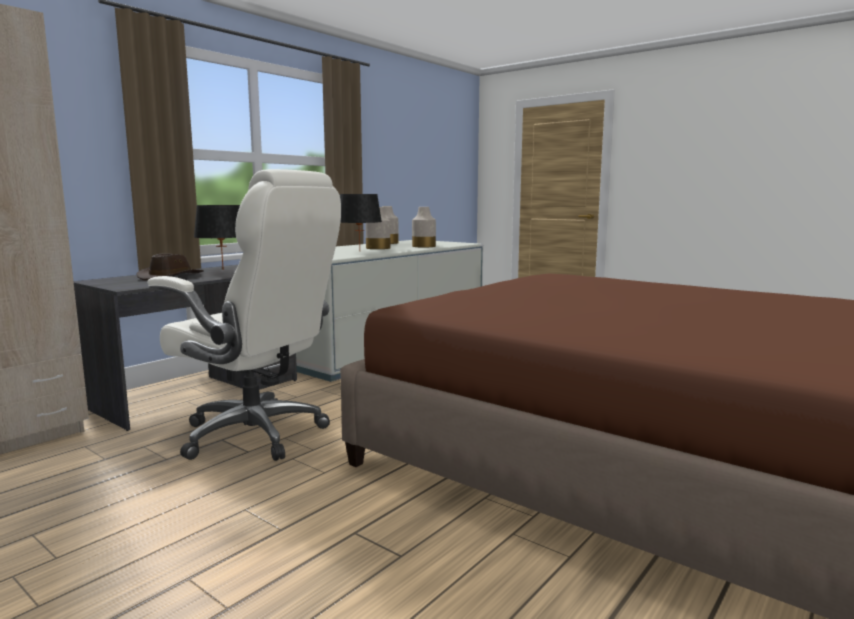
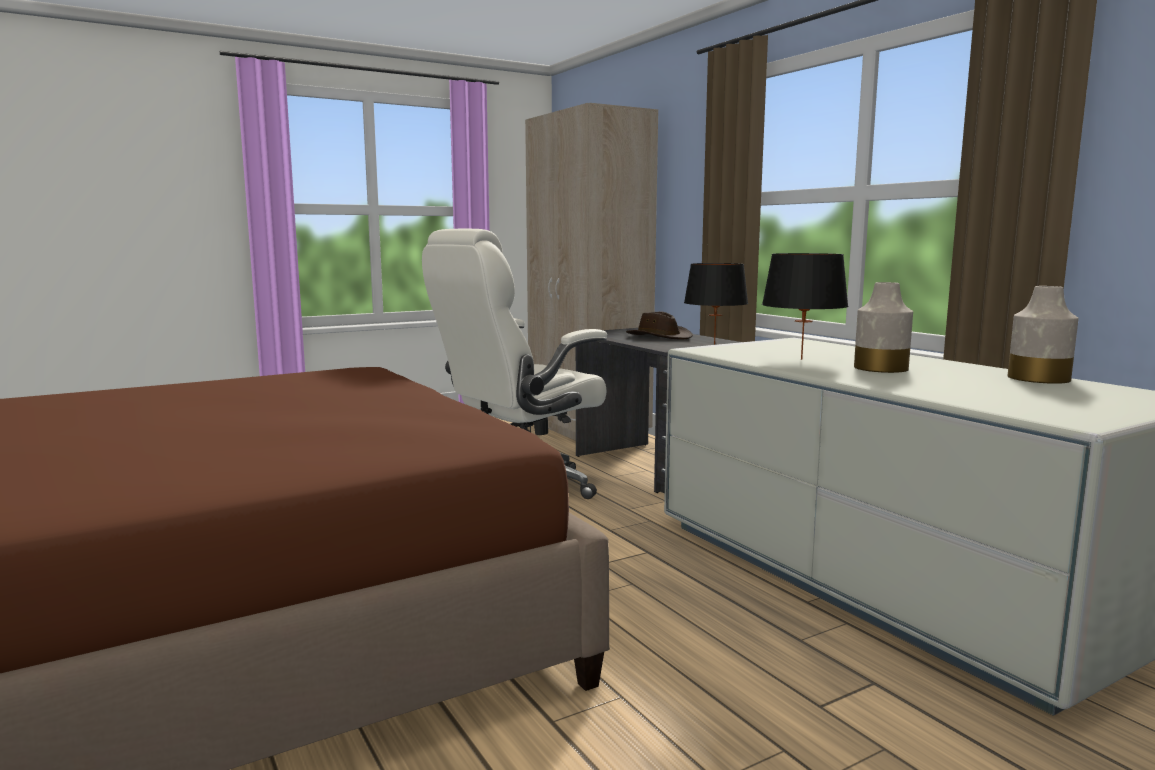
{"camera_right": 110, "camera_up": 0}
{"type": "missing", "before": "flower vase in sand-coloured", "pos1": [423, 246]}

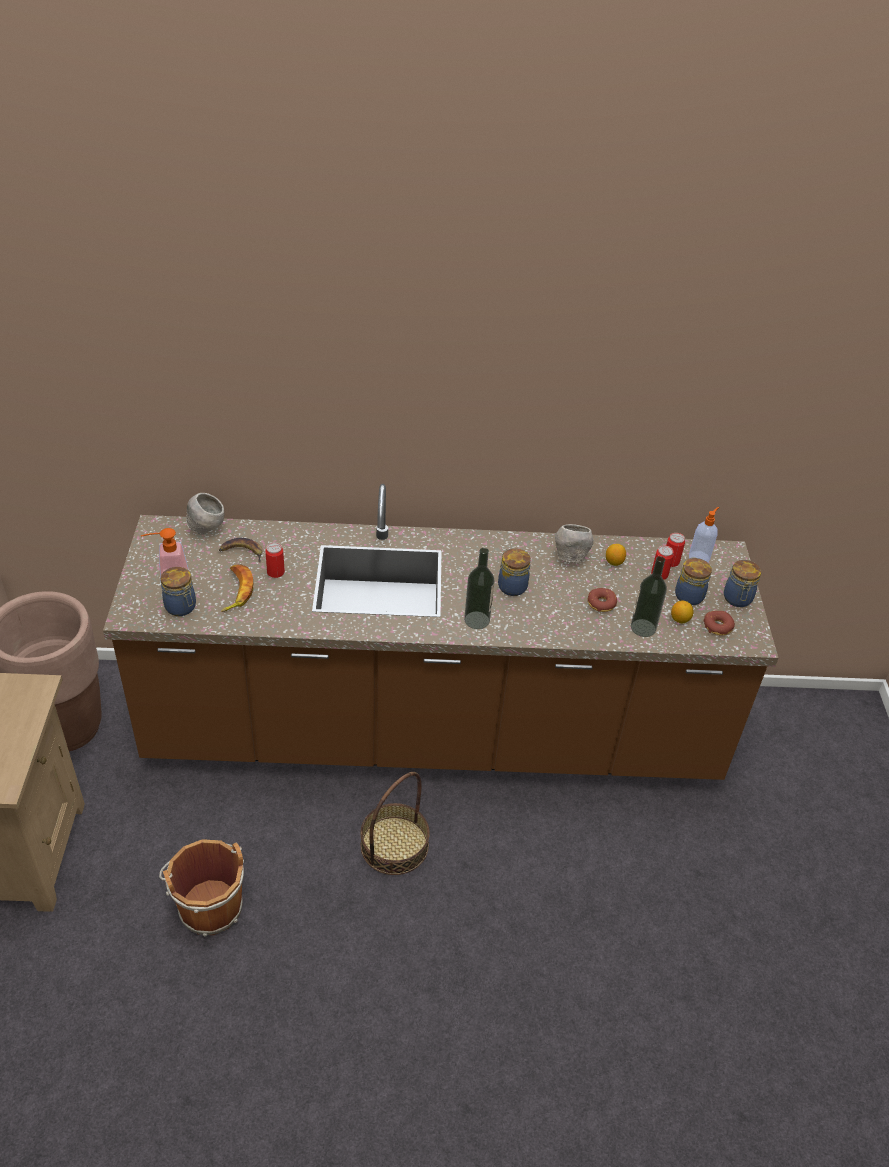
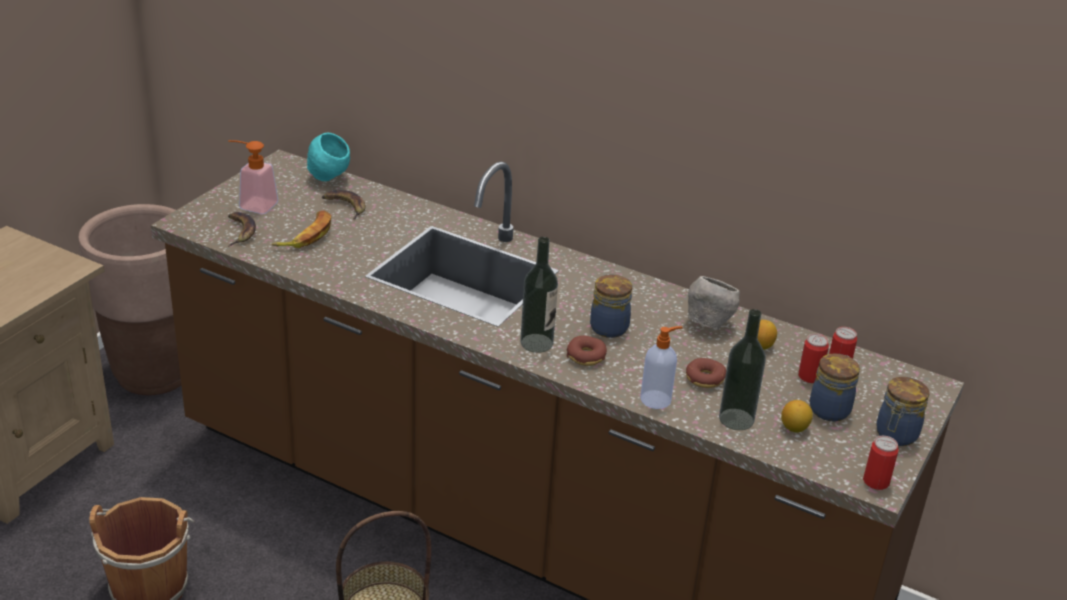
{"camera_right": 30, "camera_up": -10}
{"type": "exchanged", "before": "storage jar", "after": "banana fruit", "pos1": [181, 607], "pos2": [240, 231]}
{"type": "colour", "before": "bowl in greyish", "after": "bowl in turquoise", "pos1": [206, 529], "pos2": [329, 179]}
{"type": "relocated", "before": "sealed can", "pos1": [275, 572], "pos2": [876, 481]}
{"type": "relocated", "before": "soap bottle", "pos1": [699, 557], "pos2": [656, 399]}
{"type": "relocated", "before": "doughnut", "pos1": [717, 626], "pos2": [586, 356]}

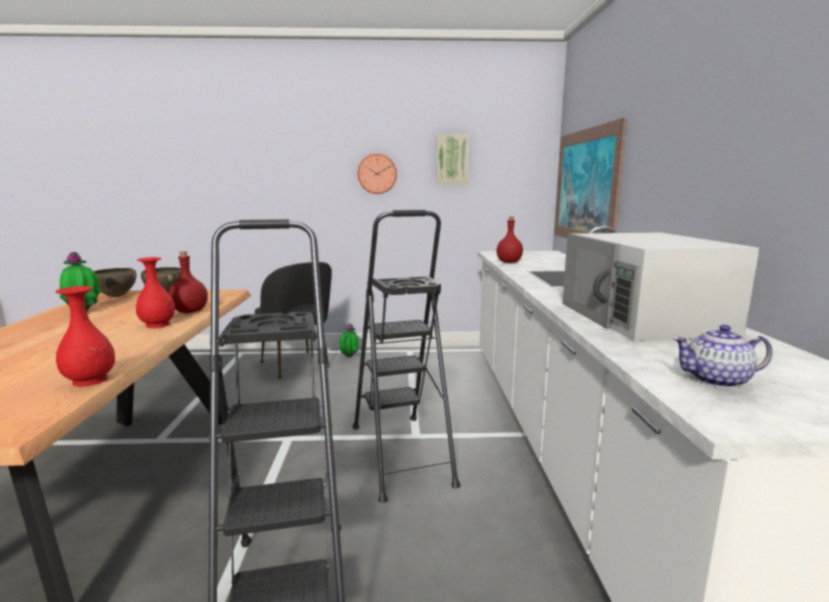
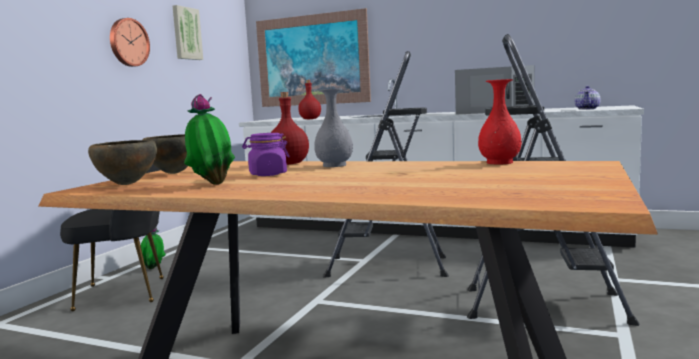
{"camera_right": -65, "camera_up": -5}
{"type": "colour", "before": "flower vase in red", "after": "flower vase in greyish", "pos1": [158, 325], "pos2": [335, 165]}
{"type": "appeared", "after": "storage jar in purple-coloured", "pos2": [267, 174]}

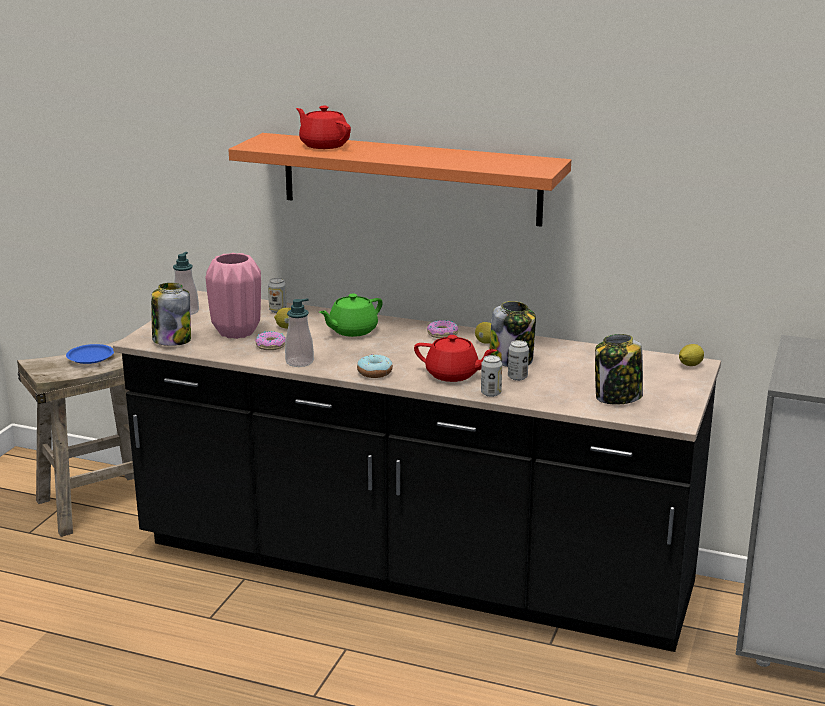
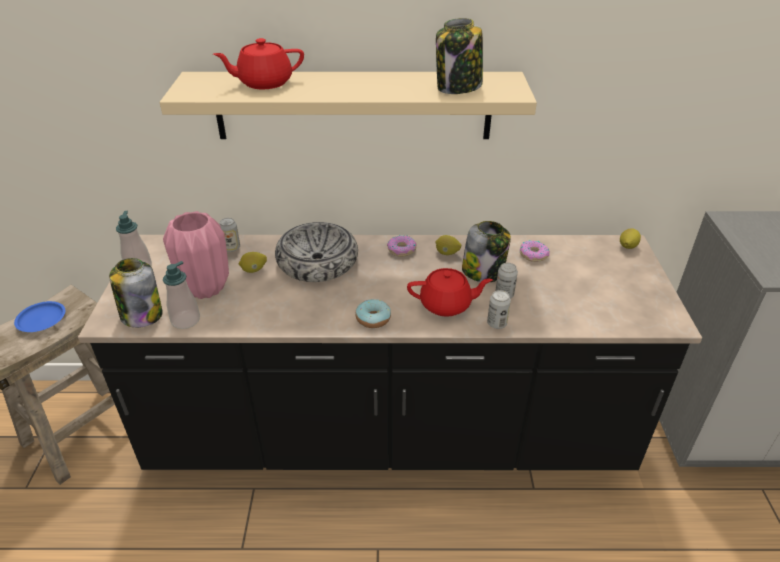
{"camera_right": -20, "camera_up": 15}
{"type": "colour", "before": "shelf in orangey", "after": "shelf in sand-coloured", "pos1": [410, 179], "pos2": [353, 105]}
{"type": "relocated", "before": "doughnut", "pos1": [271, 345], "pos2": [533, 255]}
{"type": "relocated", "before": "soap bottle", "pos1": [299, 362], "pos2": [185, 320]}
{"type": "spun", "before": "pot for tea in red", "pos1": [324, 145], "pos2": [264, 83], "turn": -45}
{"type": "exchanged", "before": "pot for tea in green", "after": "bowl", "pos1": [352, 331], "pos2": [317, 262]}
{"type": "relocated", "before": "storage jar", "pos1": [617, 397], "pos2": [458, 87]}

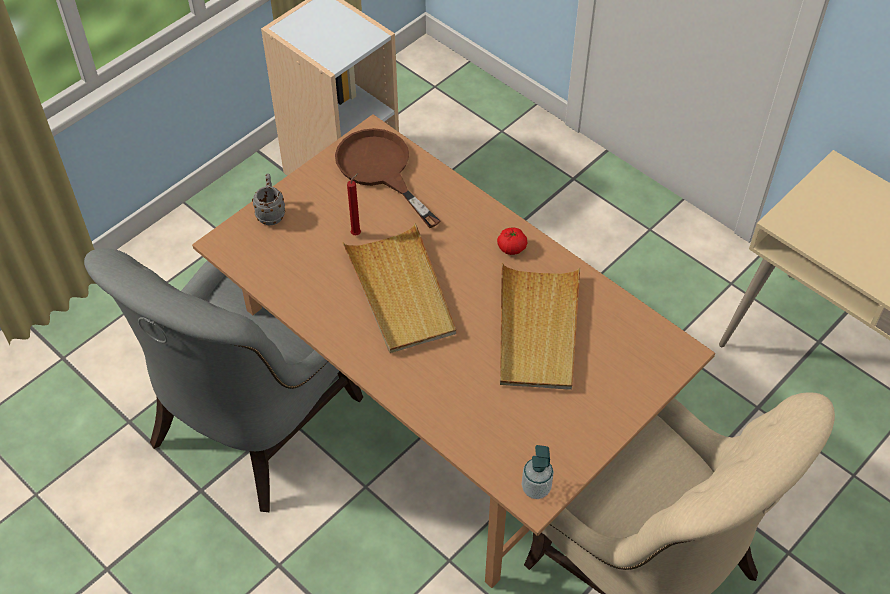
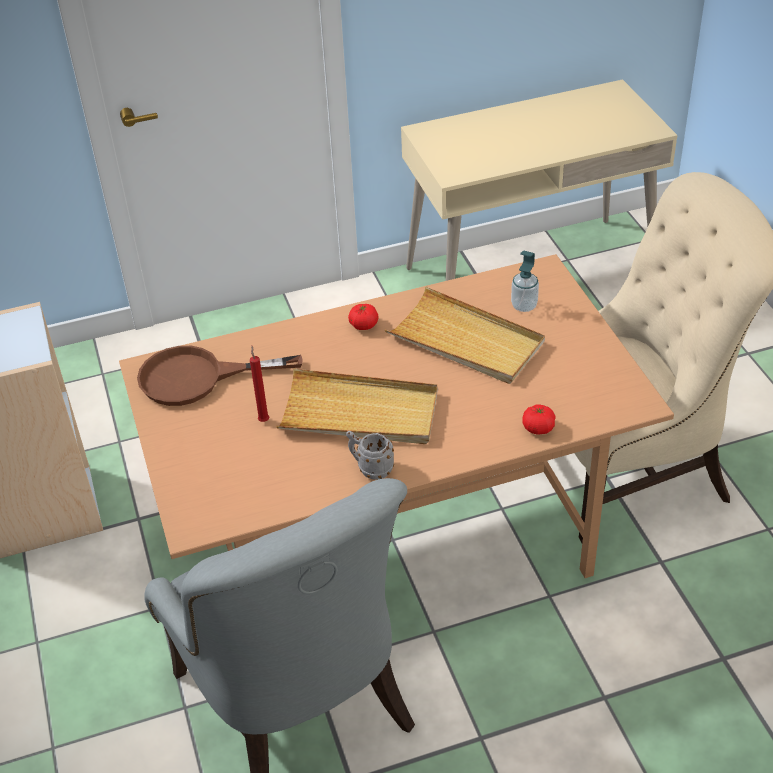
{"camera_right": -60, "camera_up": -10}
{"type": "relocated", "before": "coffee mug in greyish", "pos1": [271, 213], "pos2": [370, 468]}
{"type": "relocated", "before": "soap bottle", "pos1": [536, 488], "pos2": [524, 306]}
{"type": "appeared", "after": "fresh tomato", "pos2": [538, 428]}

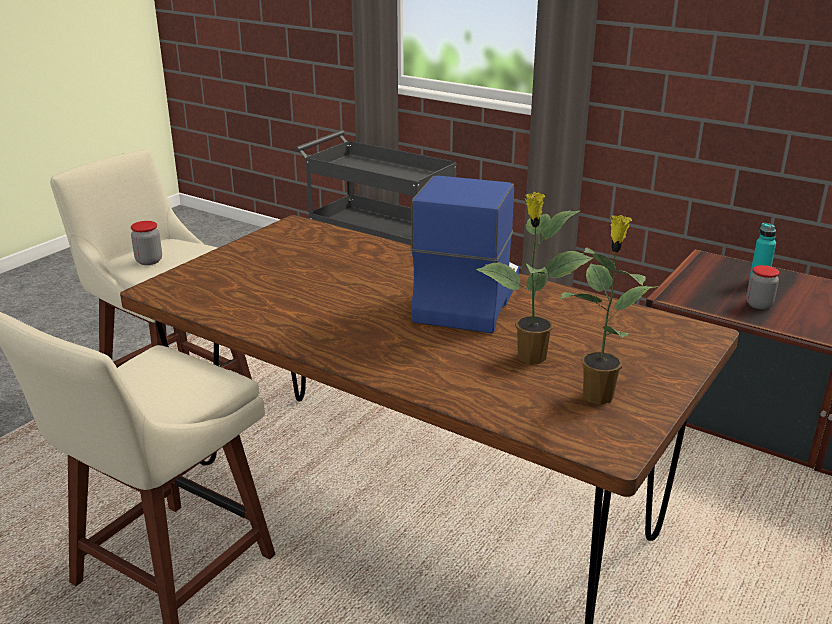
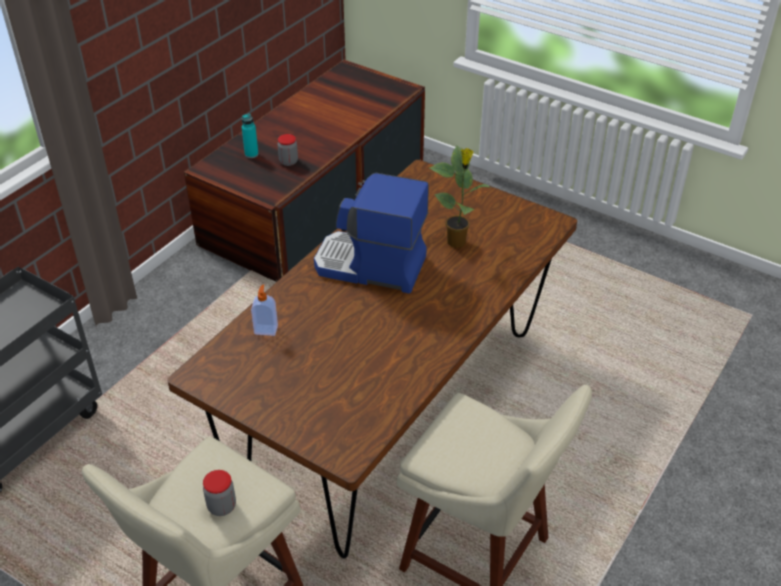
{"camera_right": -90, "camera_up": 15}
{"type": "missing", "before": "plant in a pot", "pos1": [598, 394]}
{"type": "appeared", "after": "soap bottle", "pos2": [266, 329]}

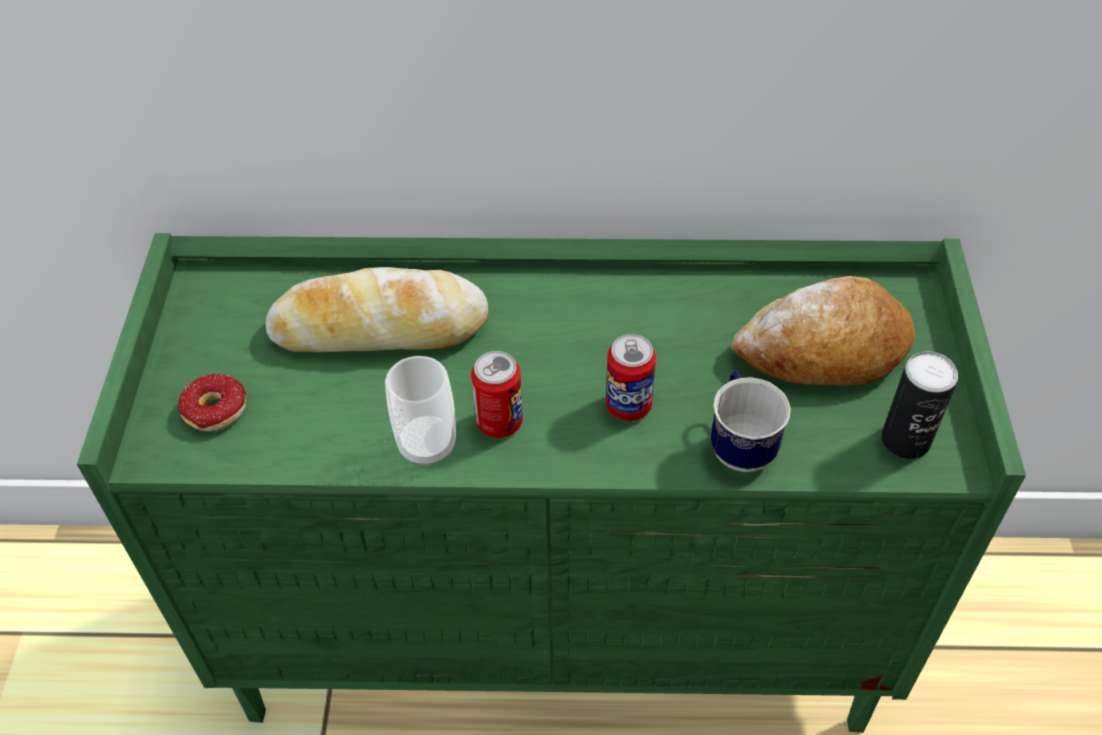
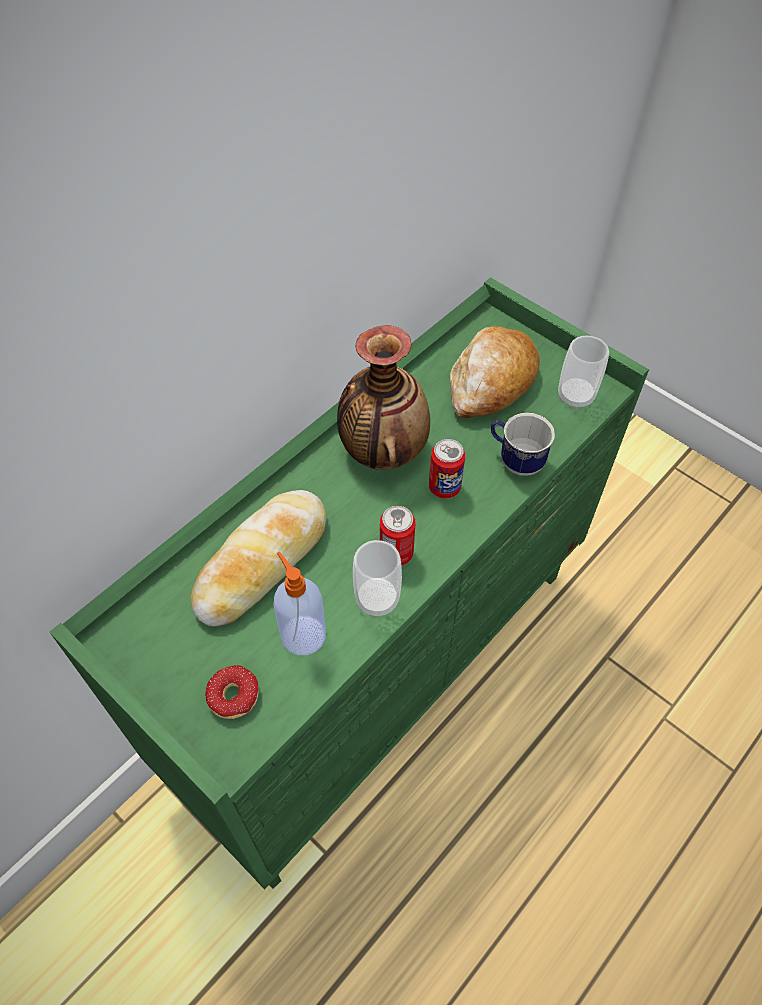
{"camera_right": -50, "camera_up": 5}
{"type": "exchanged", "before": "sealed can", "after": "cup", "pos1": [905, 440], "pos2": [575, 396]}
{"type": "appeared", "after": "soap bottle", "pos2": [302, 633]}
{"type": "appeared", "after": "flower vase", "pos2": [382, 450]}

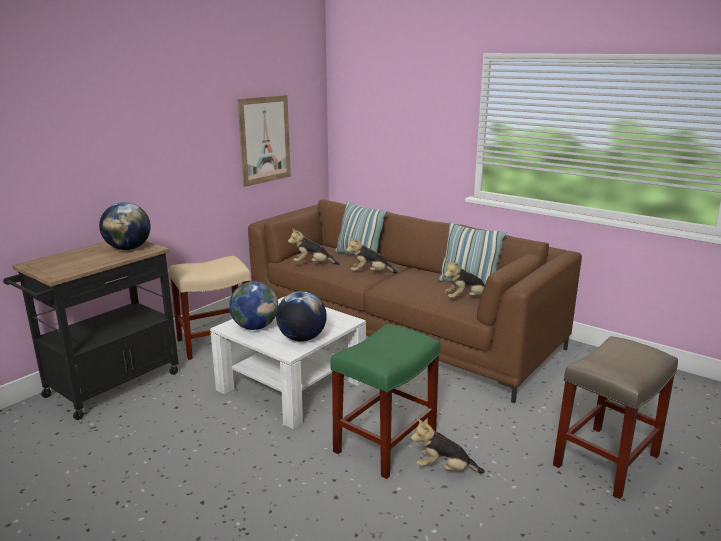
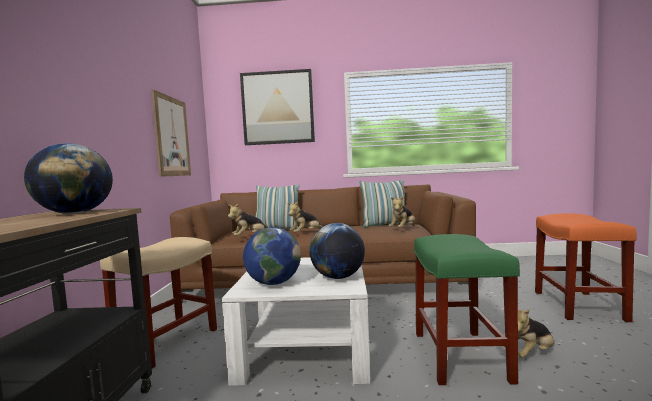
{"camera_right": -35, "camera_up": -15}
{"type": "colour", "before": "stool seat in sand-coloured", "after": "stool seat in orangey", "pos1": [606, 461], "pos2": [579, 306]}
{"type": "appeared", "after": "wall art", "pos2": [278, 108]}

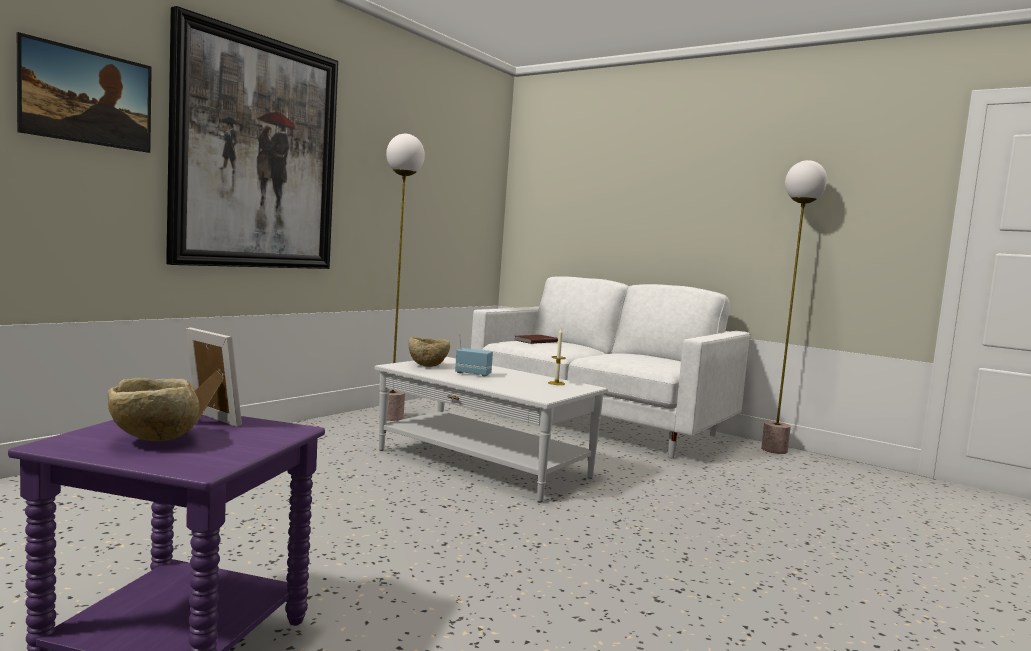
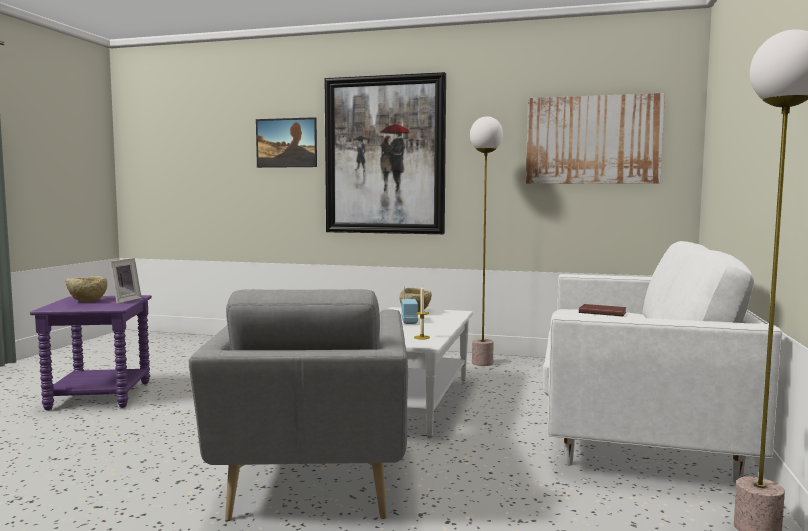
{"camera_right": 70, "camera_up": 0}
{"type": "appeared", "after": "lounge chair in greyish", "pos2": [313, 480]}
{"type": "appeared", "after": "wall art", "pos2": [592, 140]}

